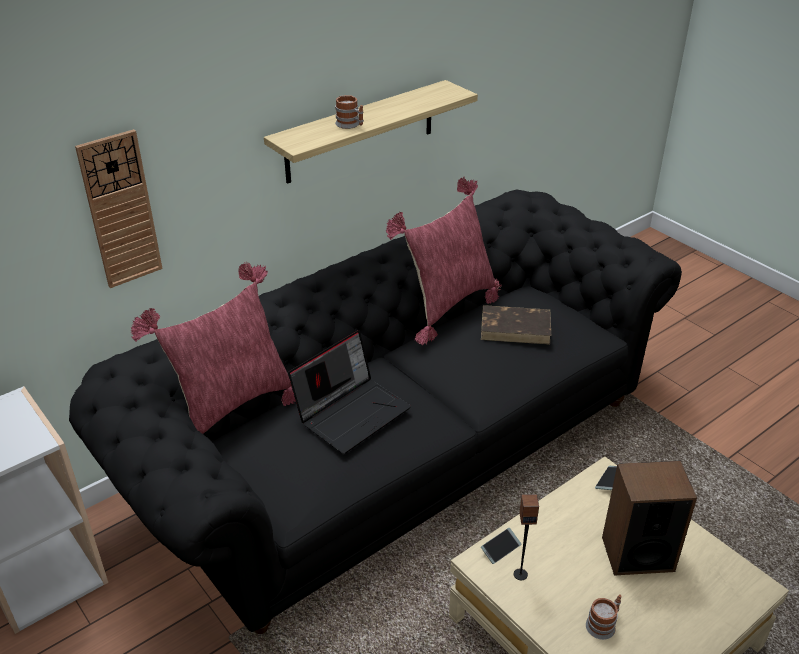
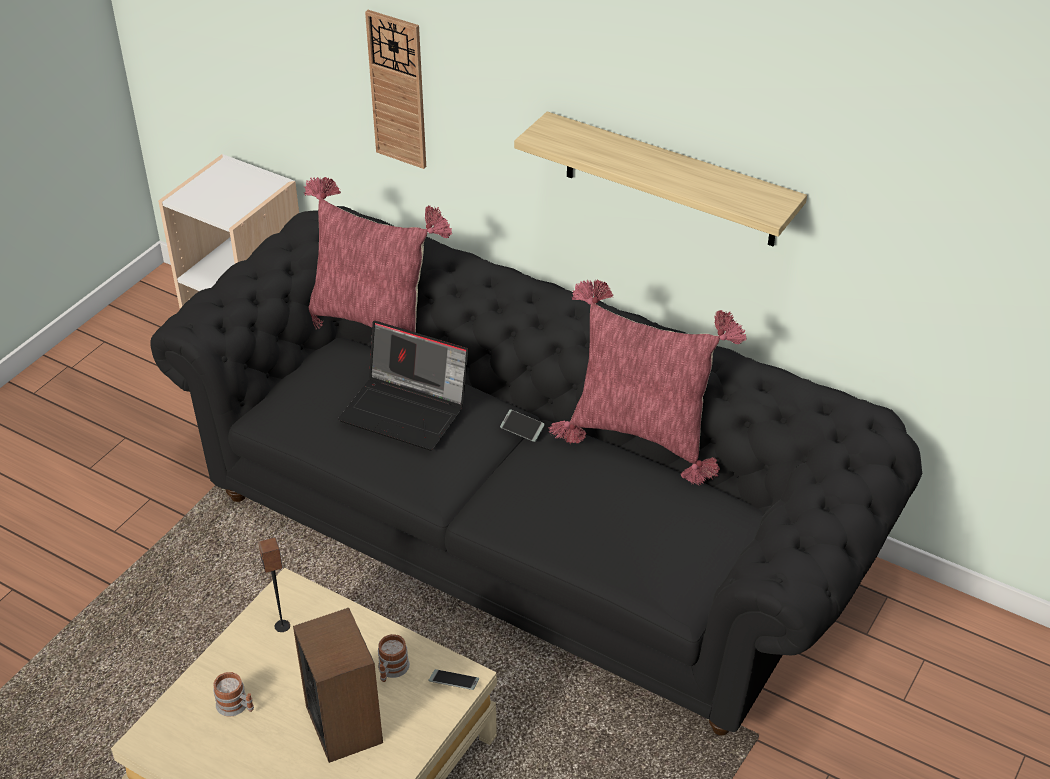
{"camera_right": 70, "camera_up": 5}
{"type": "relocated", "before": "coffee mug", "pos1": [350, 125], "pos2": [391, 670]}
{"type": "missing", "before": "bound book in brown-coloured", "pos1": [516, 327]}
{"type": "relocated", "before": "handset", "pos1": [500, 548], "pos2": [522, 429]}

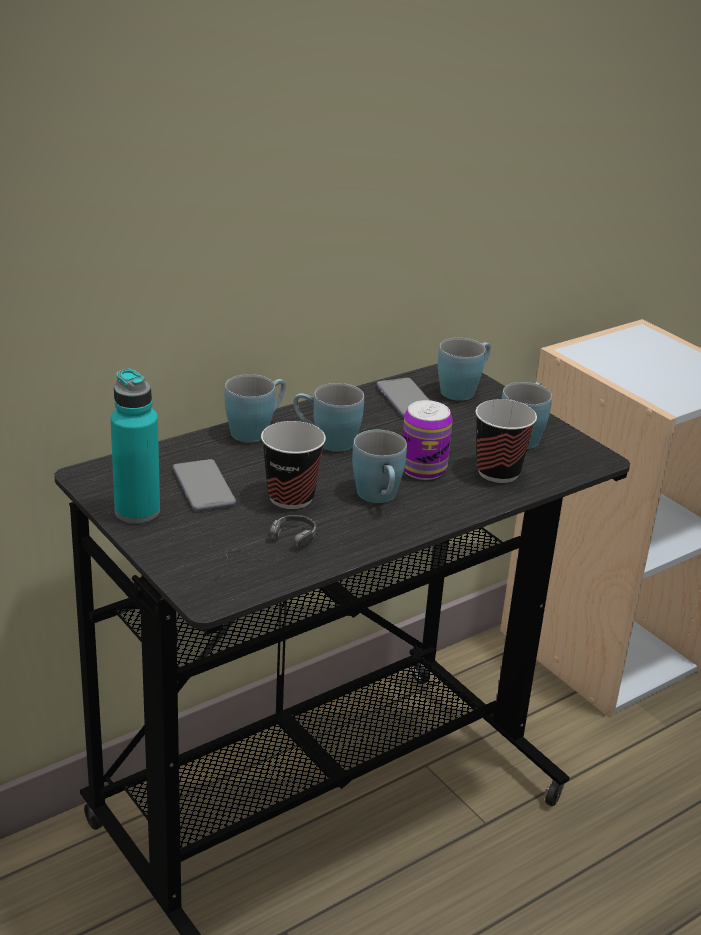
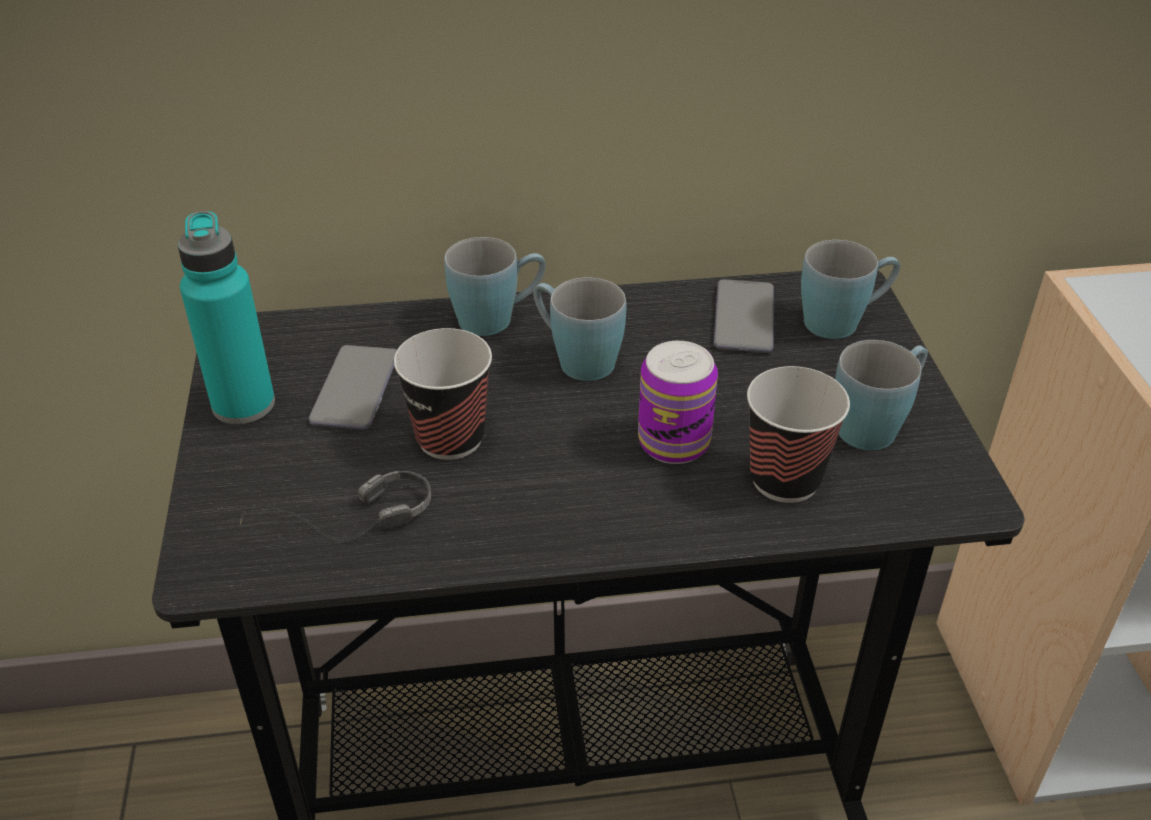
{"camera_right": 30, "camera_up": 10}
{"type": "missing", "before": "coffee mug in blue-coloured", "pos1": [379, 498]}

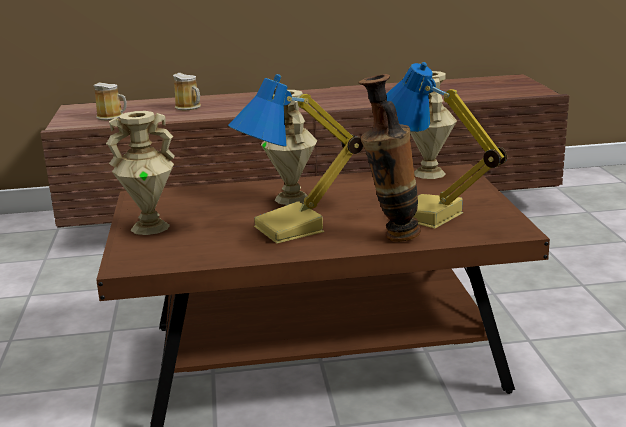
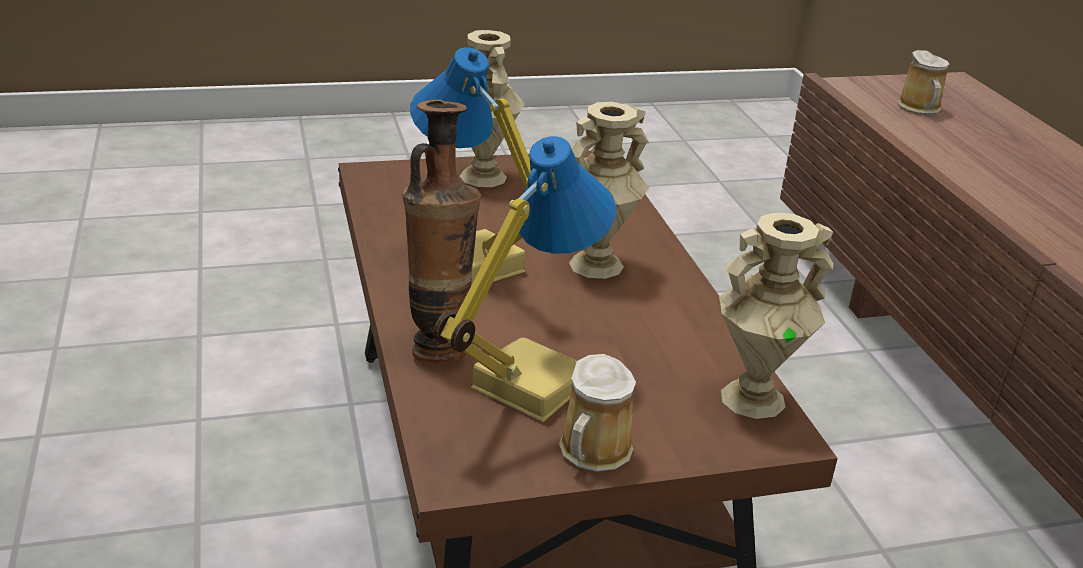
{"camera_right": 80, "camera_up": 10}
{"type": "relocated", "before": "coffee mug", "pos1": [189, 107], "pos2": [592, 452]}

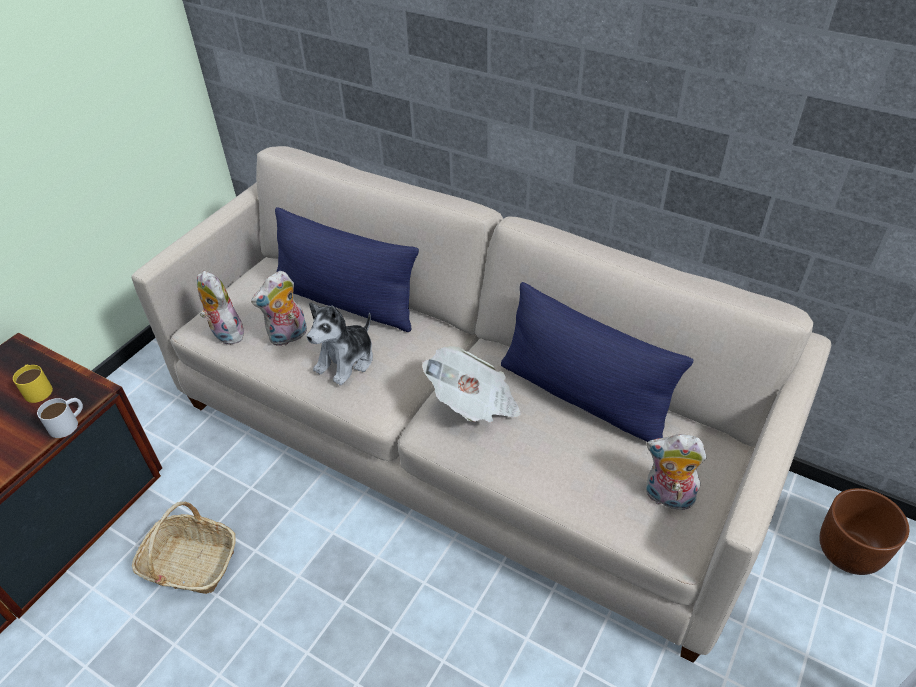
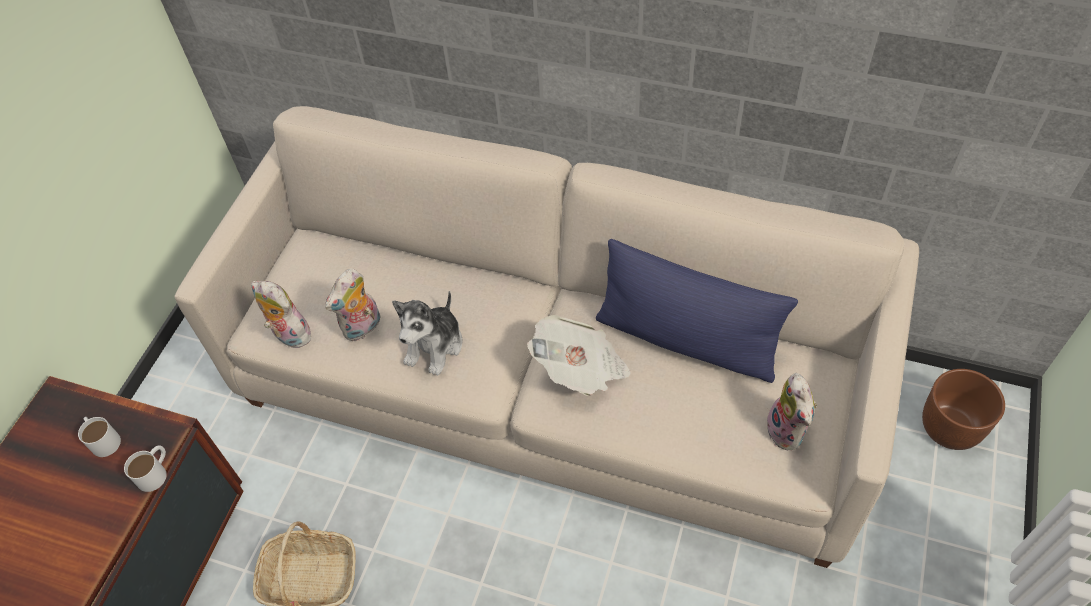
{"camera_right": -10, "camera_up": 10}
{"type": "colour", "before": "coffee mug in yellow", "after": "coffee mug in white", "pos1": [37, 389], "pos2": [103, 439]}
{"type": "missing", "before": "cushion in blue-coloured", "pos1": [346, 302]}
{"type": "spun", "before": "soft toy", "pos1": [667, 498], "pos2": [788, 431], "turn": -105}

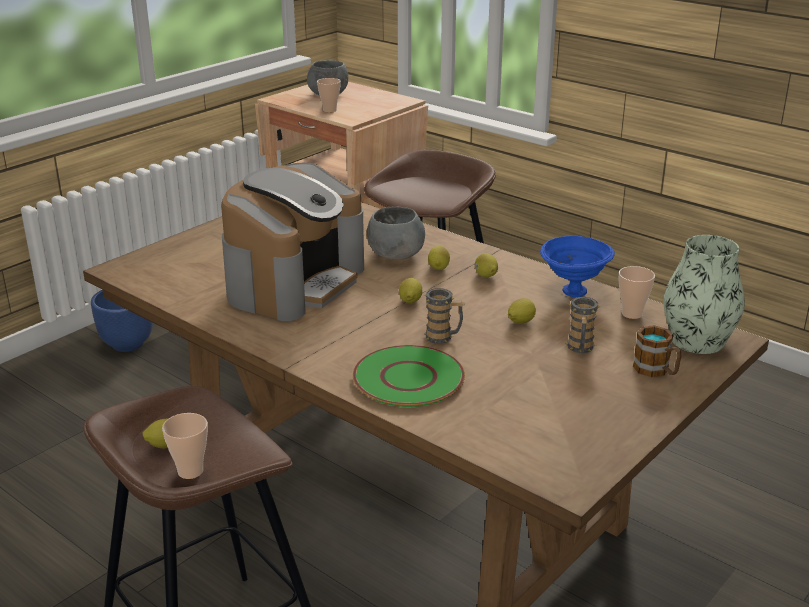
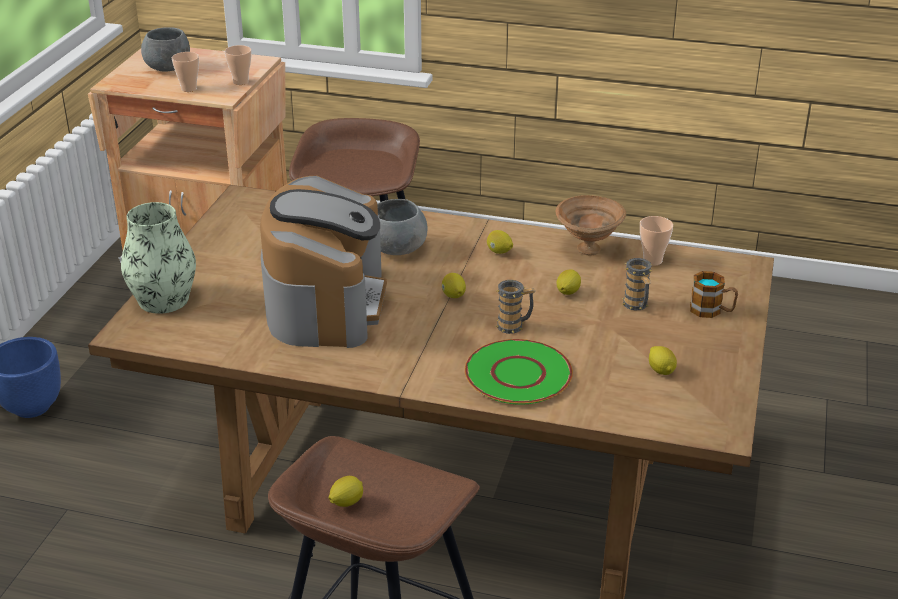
{"camera_right": -25, "camera_up": 5}
{"type": "relocated", "before": "cup", "pos1": [190, 471], "pos2": [240, 82]}
{"type": "relocated", "before": "lemon", "pos1": [438, 267], "pos2": [661, 370]}
{"type": "colour", "before": "bowl in blue-coloured", "after": "bowl in brown-coloured", "pos1": [573, 292], "pos2": [588, 250]}
{"type": "relocated", "before": "flower vase", "pos1": [697, 340], "pos2": [163, 299]}

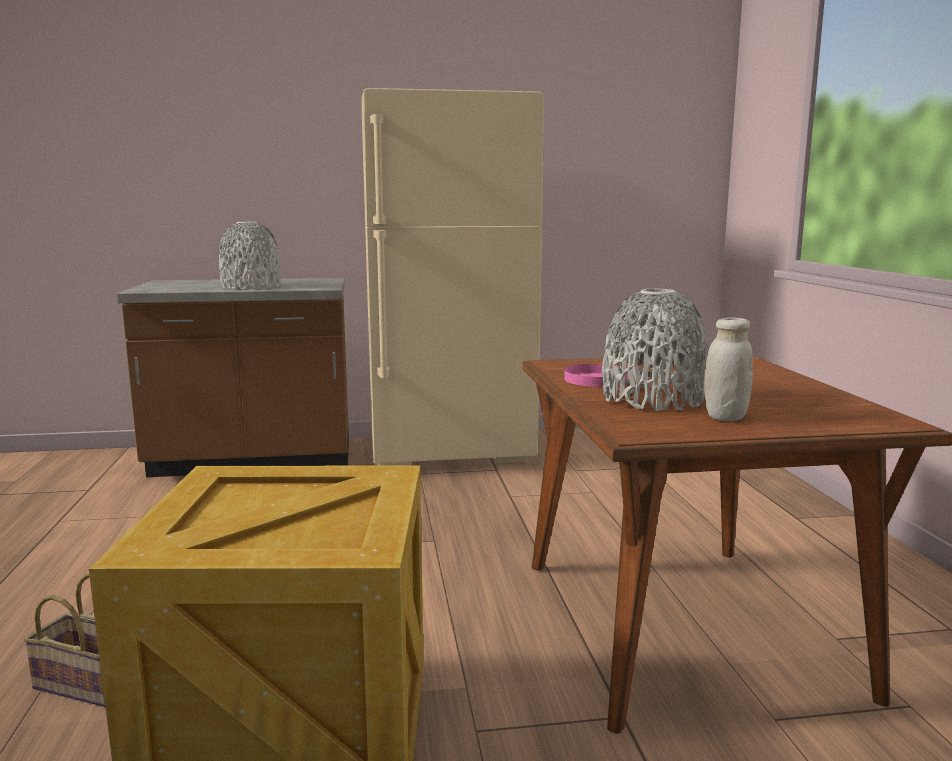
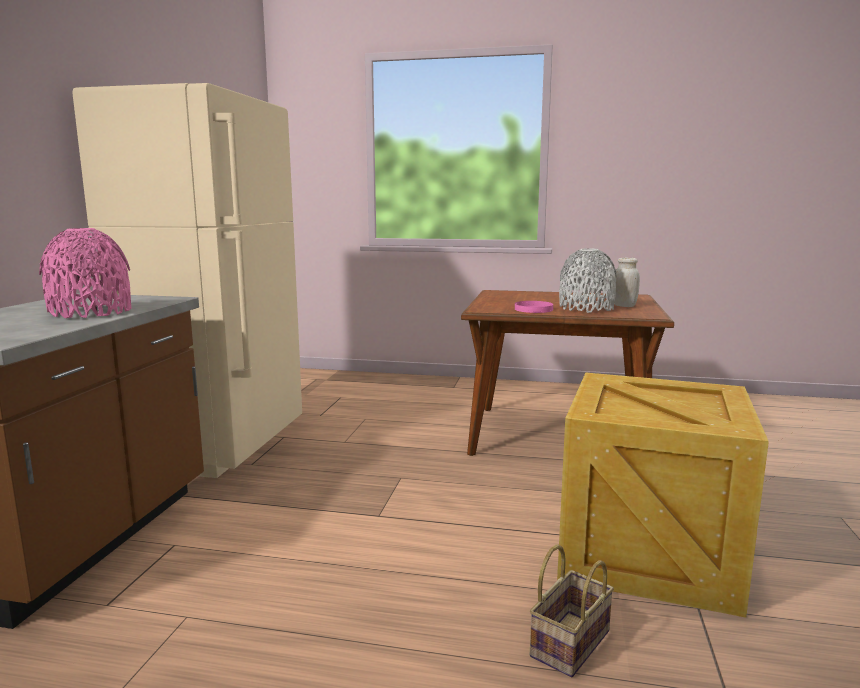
{"camera_right": -70, "camera_up": 0}
{"type": "colour", "before": "flower vase in greyish", "after": "flower vase in pinkish", "pos1": [251, 286], "pos2": [91, 312]}

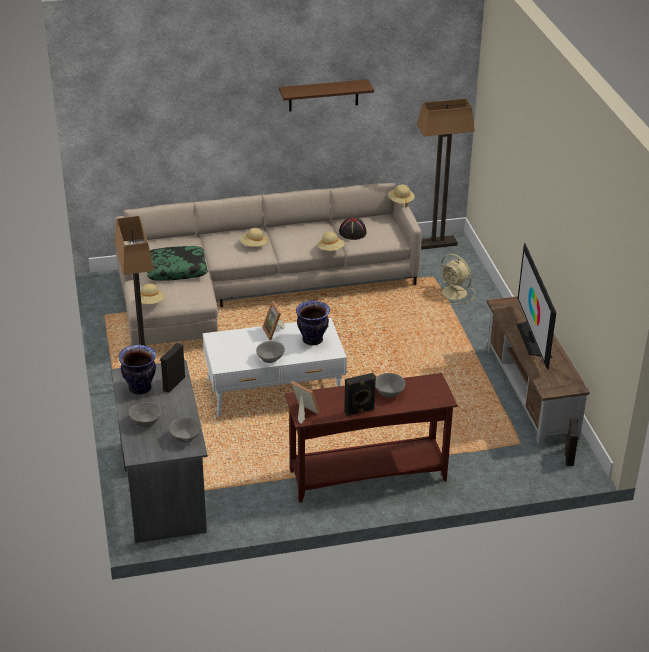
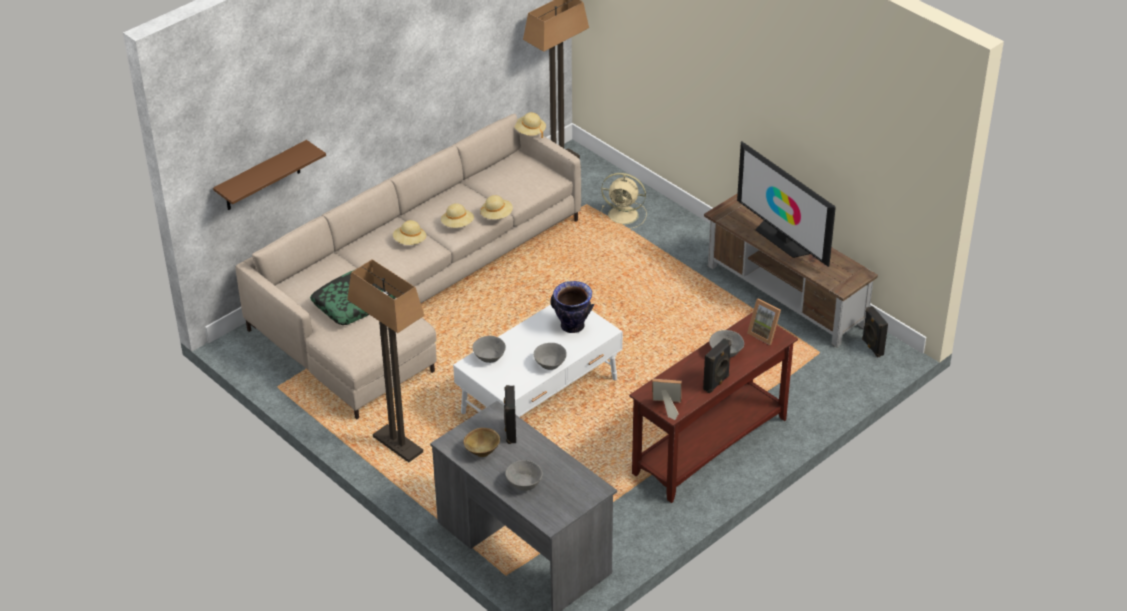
{"camera_right": -30, "camera_up": 5}
{"type": "exchanged", "before": "flower vase", "after": "bowl in brown-coloured", "pos1": [140, 388], "pos2": [482, 451]}
{"type": "relocated", "before": "wearable hat in sand-coloured", "pos1": [150, 302], "pos2": [457, 224]}
{"type": "relocated", "before": "bowl in greyish", "pos1": [185, 437], "pos2": [489, 357]}
{"type": "relocated", "before": "standing frame", "pos1": [274, 332], "pos2": [764, 333]}
{"type": "relocated", "before": "shelf in brown-coloured", "pos1": [323, 95], "pos2": [262, 177]}
{"type": "missing", "before": "wearable hat in black-coloured", "pos1": [352, 232]}

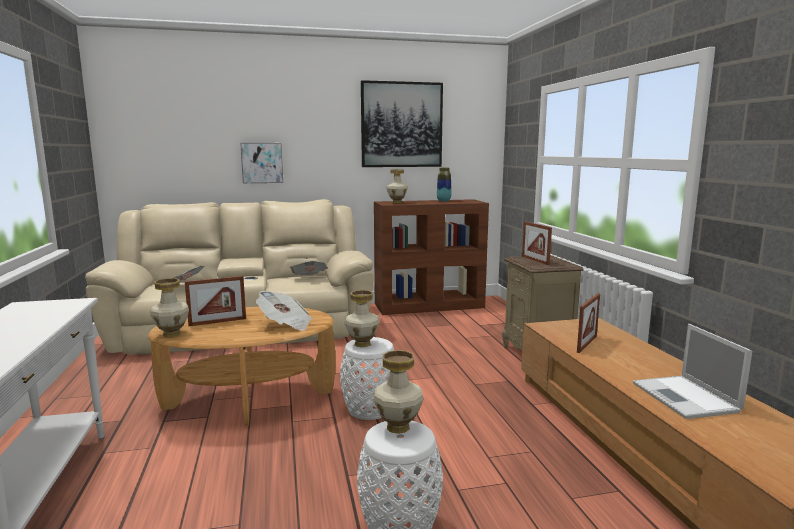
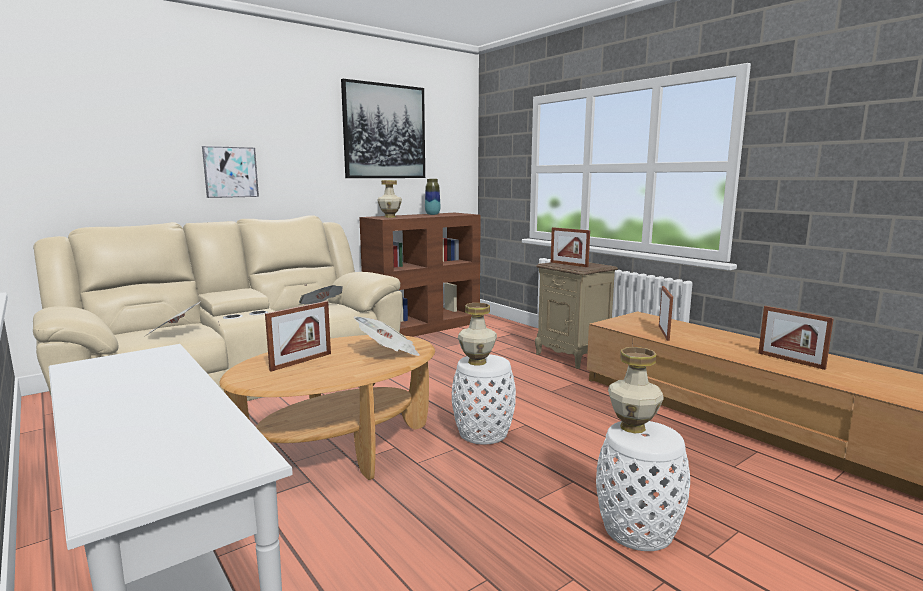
{"camera_right": -25, "camera_up": 0}
{"type": "missing", "before": "flower vase", "pos1": [171, 334]}
{"type": "exchanged", "before": "notebook computer", "after": "standing frame", "pos1": [686, 398], "pos2": [790, 361]}

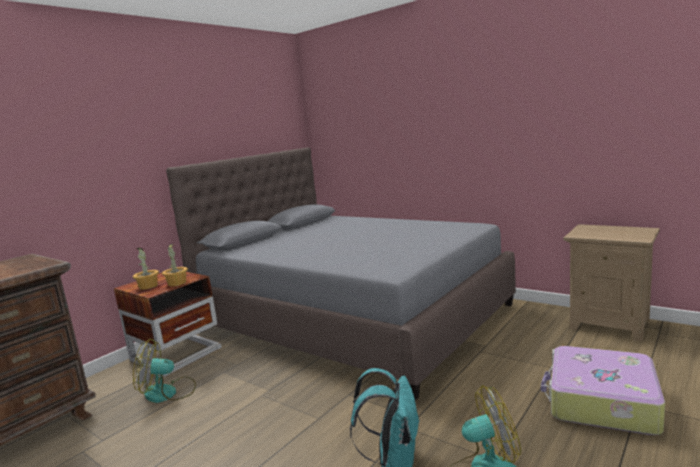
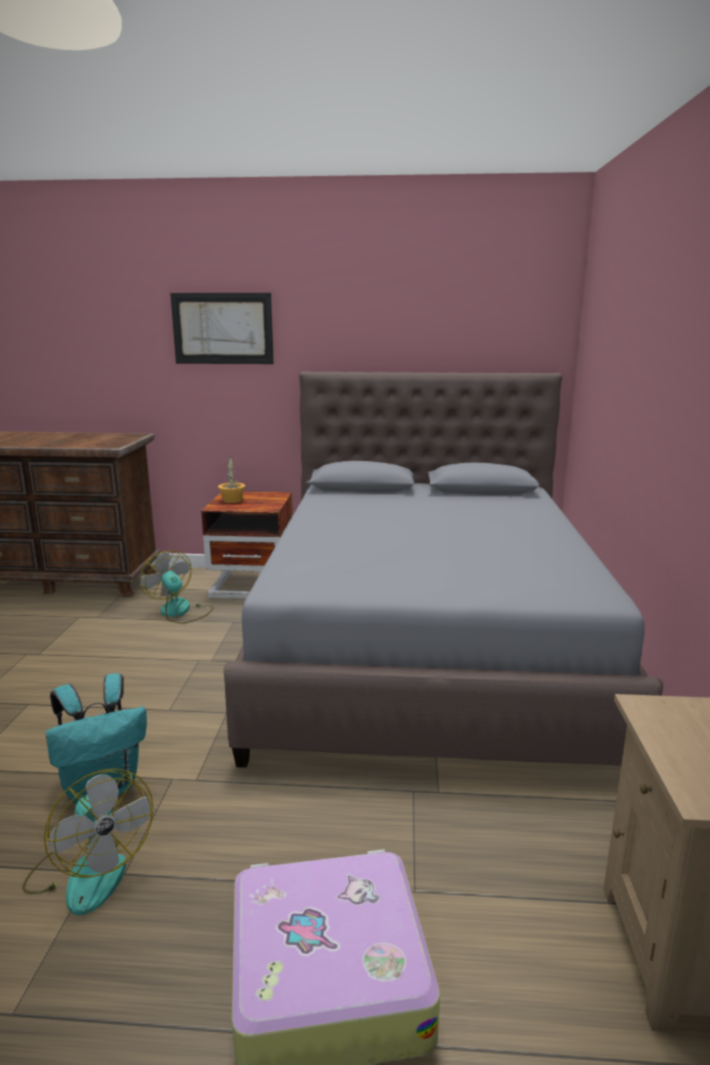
{"camera_right": 55, "camera_up": 5}
{"type": "missing", "before": "plant in a pot", "pos1": [177, 283]}
{"type": "appeared", "after": "wall art", "pos2": [222, 328]}

